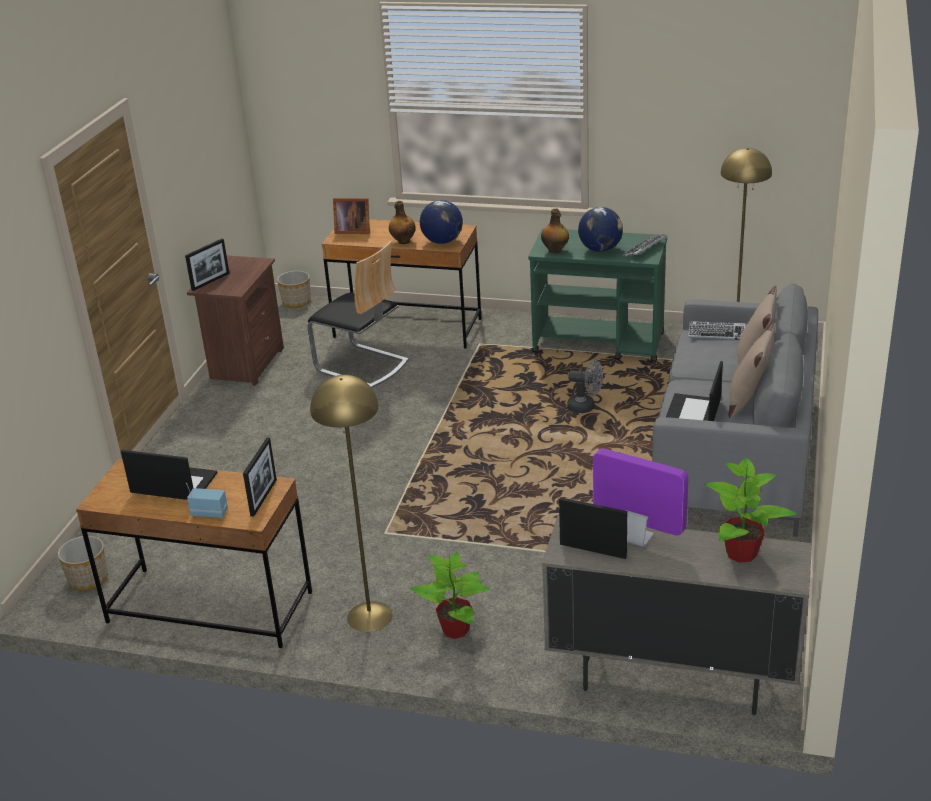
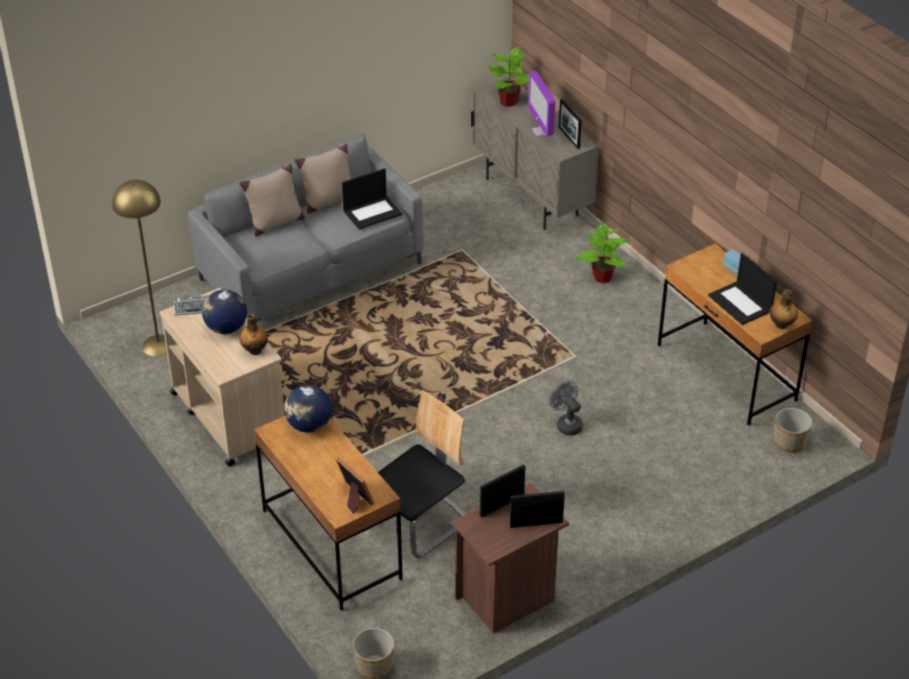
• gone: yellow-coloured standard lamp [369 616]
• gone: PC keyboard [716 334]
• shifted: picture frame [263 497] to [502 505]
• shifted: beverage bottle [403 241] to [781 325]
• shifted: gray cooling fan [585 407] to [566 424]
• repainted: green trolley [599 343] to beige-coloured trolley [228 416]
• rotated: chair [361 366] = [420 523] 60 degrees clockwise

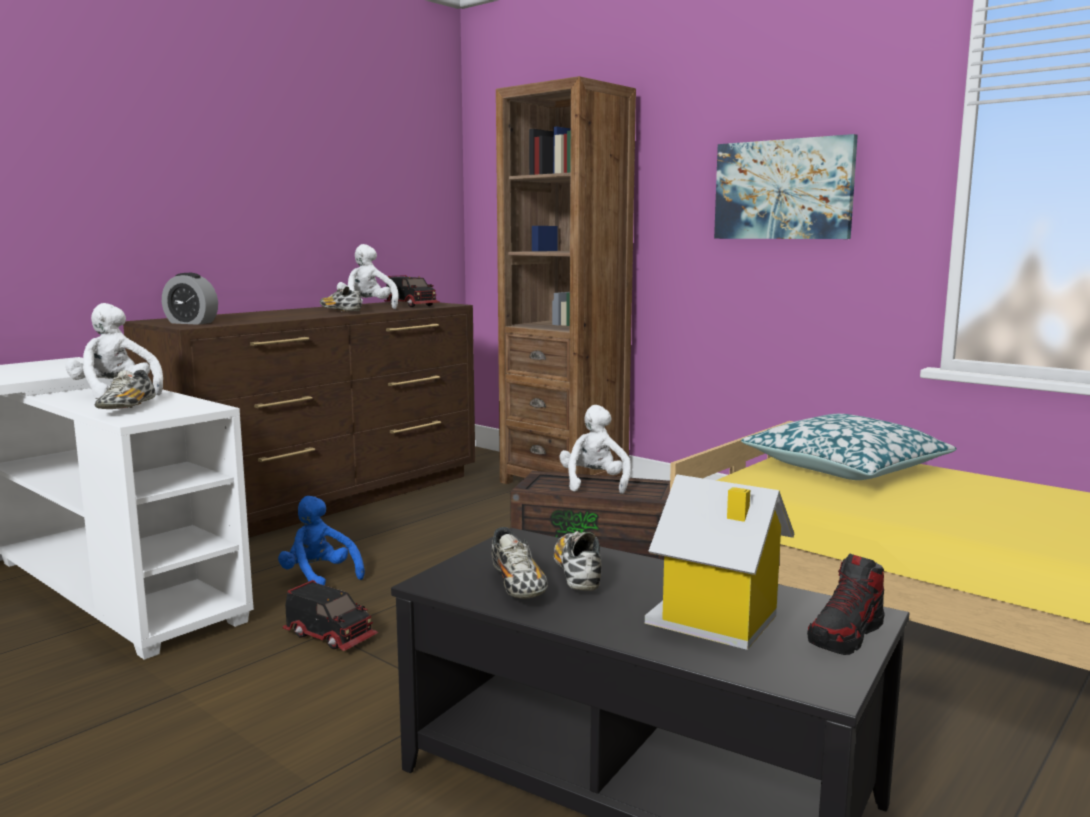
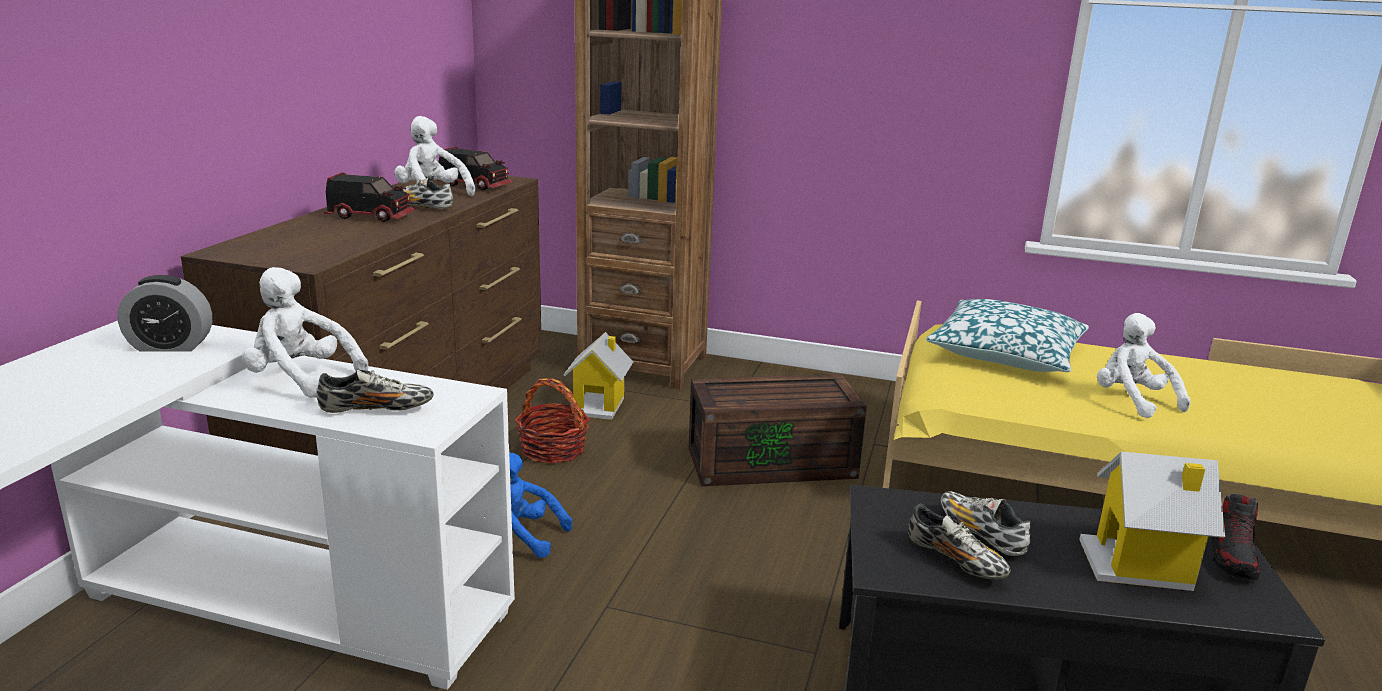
• gone: wall picture [783 190]
• new: household basket [553 449]
• new: toy house [599 405]
• shifted: bedside clock [191 323] to [170 346]
• shifted: toy truck [331 636] to [371 216]
• shifted: white plush toy [594 484] to [1132 401]
• rotated: low shoe [127 408] = [376 410] 75 degrees counterclockwise

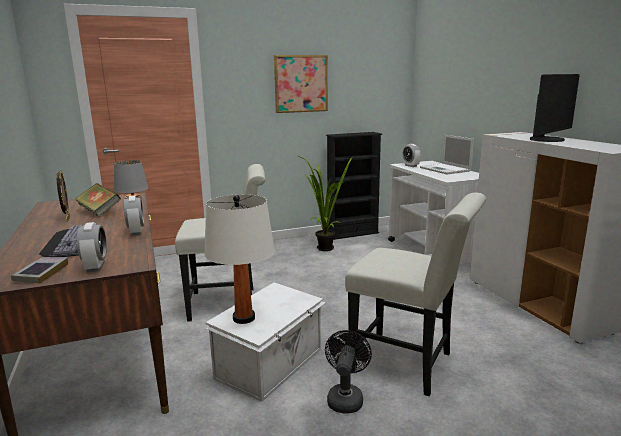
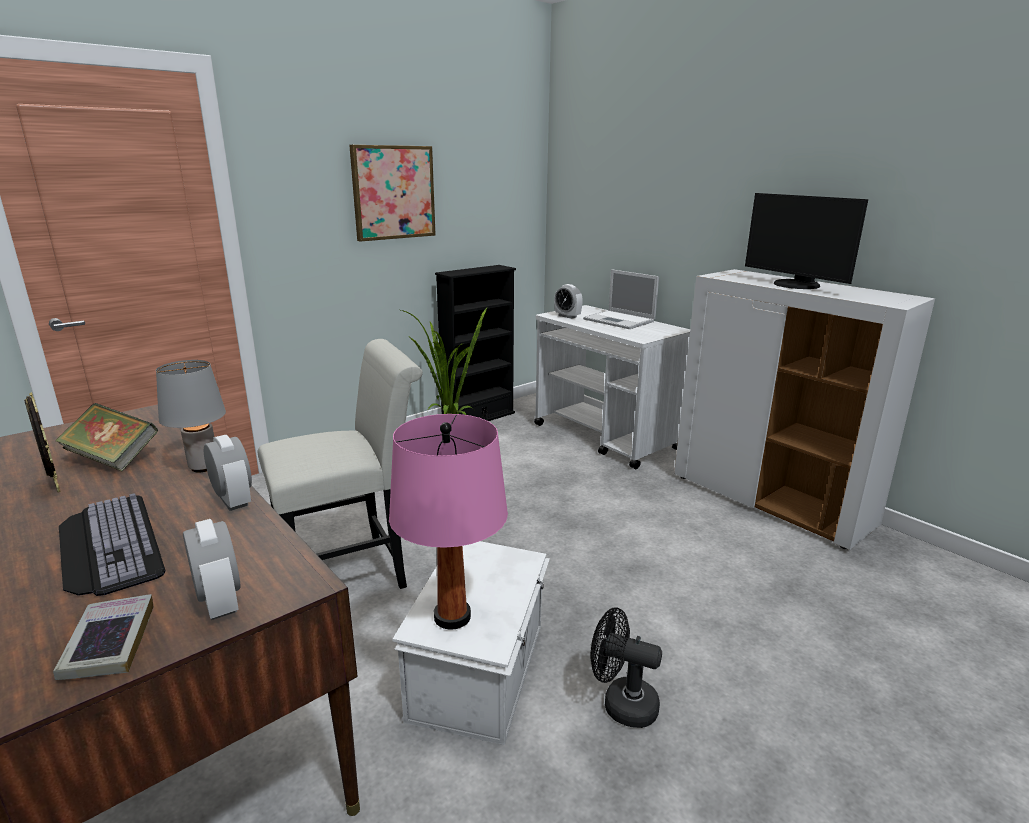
• gone: white chair [409 364]
• repainted: white table lamp [243 318] to pink table lamp [452 617]
• rotated: blackish cooling fan [345 397] = [621 703] 60 degrees counterclockwise
• rotated: computer display [548 140] = [794 285] 120 degrees clockwise

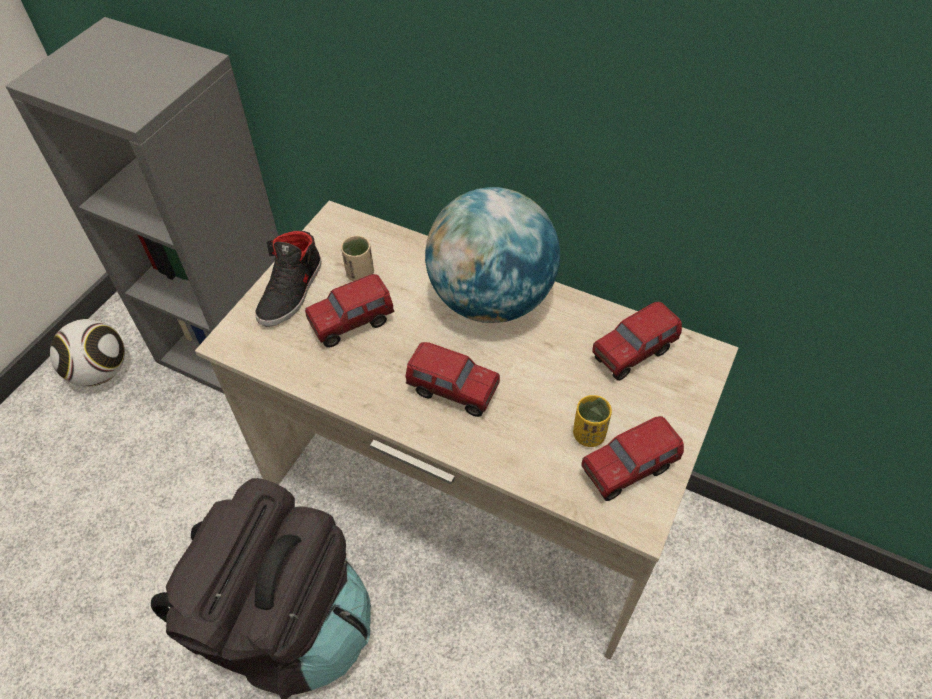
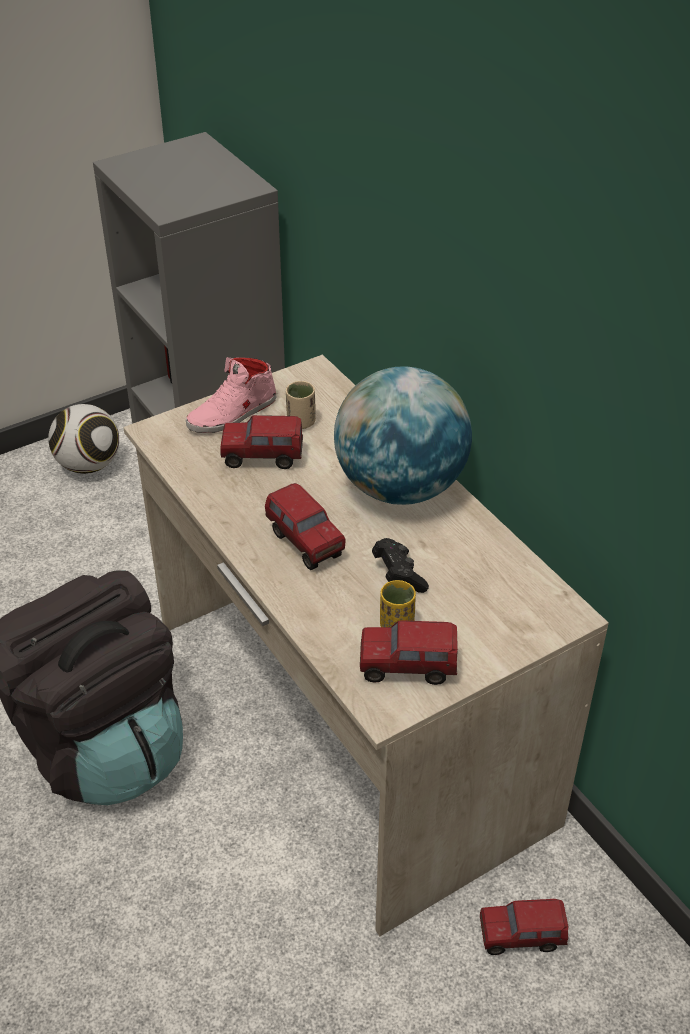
• new: blackish gamepad [398 575]
• shifted: toy truck [633 355] to [521 938]
• repainted: blackish low shoe [292 291] to pink low shoe [233 413]

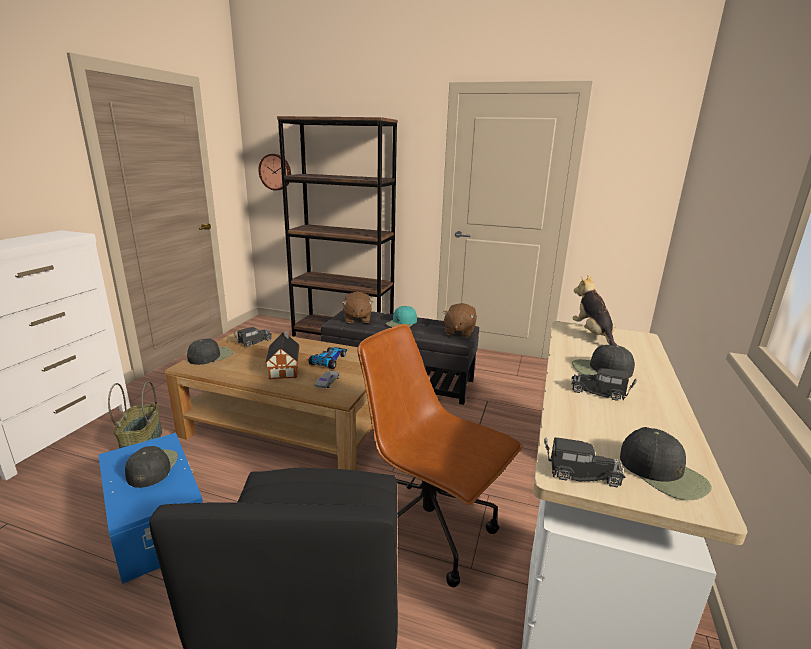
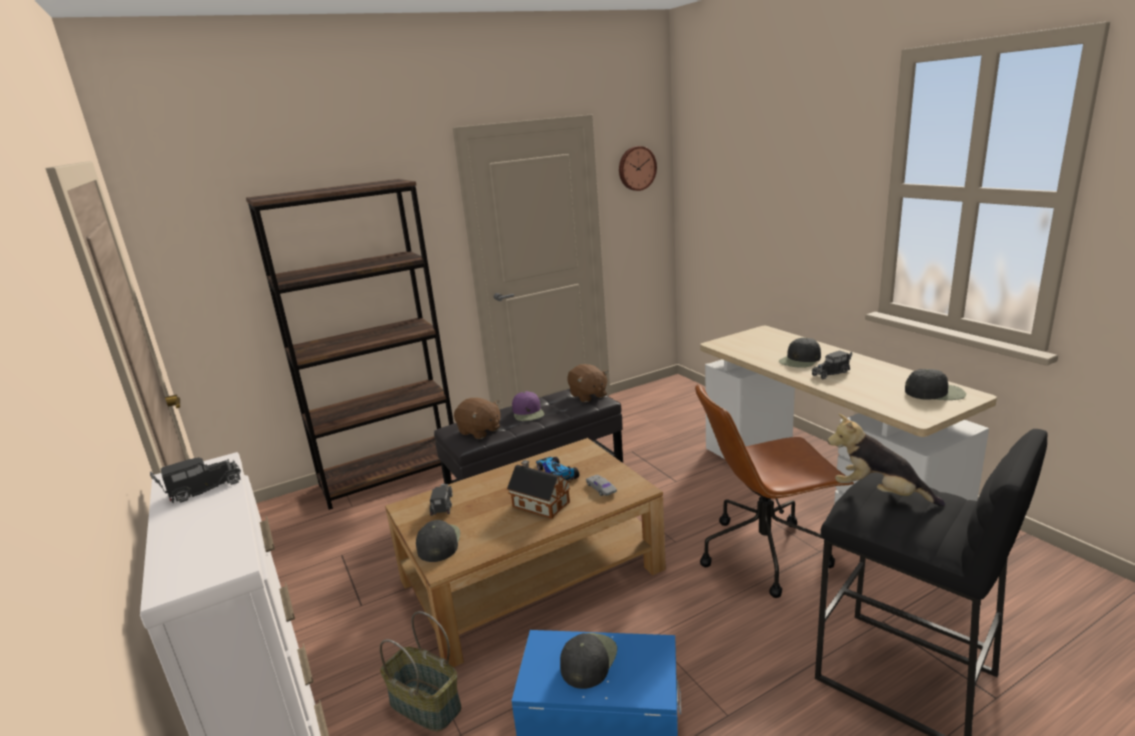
• shifted: wall clock [275 172] to [636 168]
• shifted: toy truck [580 474] to [201 489]
• shifted: plush toy [593 335] to [879 494]
• repainted: turquoise-coloured cap [402 323] to purplish cap [528 412]
• rotated: blackish cap [152 468] = [588 660] 75 degrees clockwise

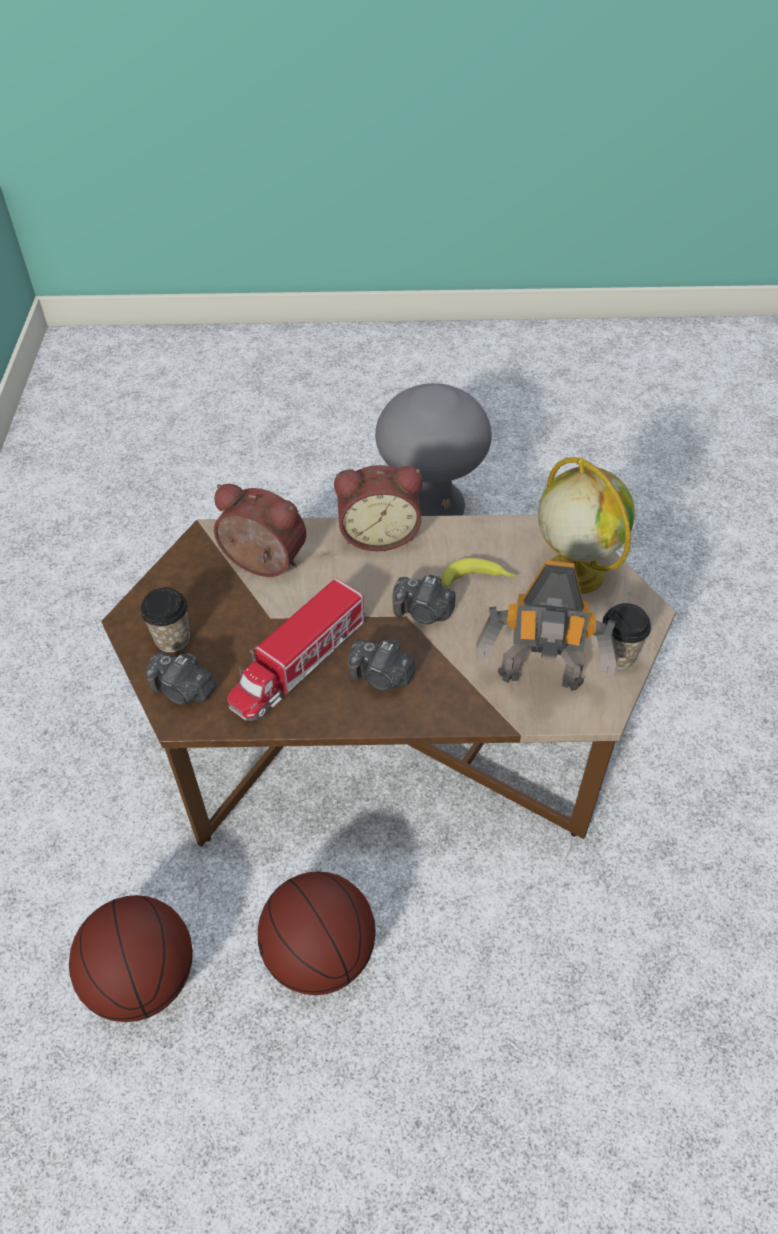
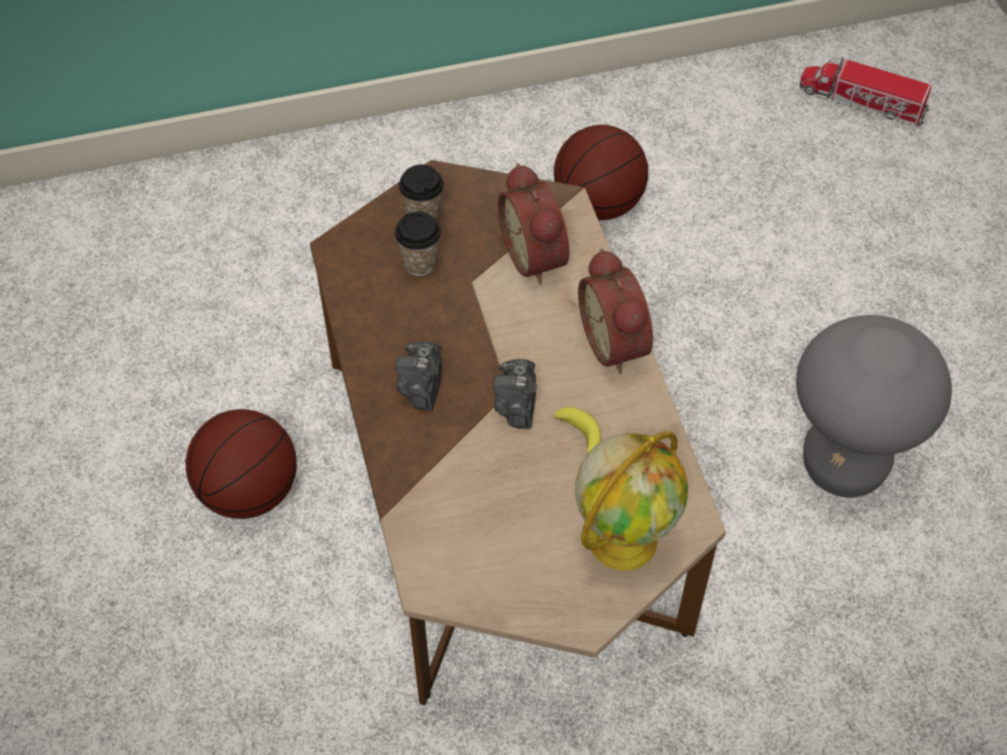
• gone: still camera [183 691]
• gone: toy robot [540 681]
• shifted: basketball ball [143 978] to [598 204]
• shifted: toy truck [299 663] to [862 102]
• shifted: cup [617 655] to [420 263]
• rotated: bedside clock [262 565] = [537 256] 150 degrees clockwise

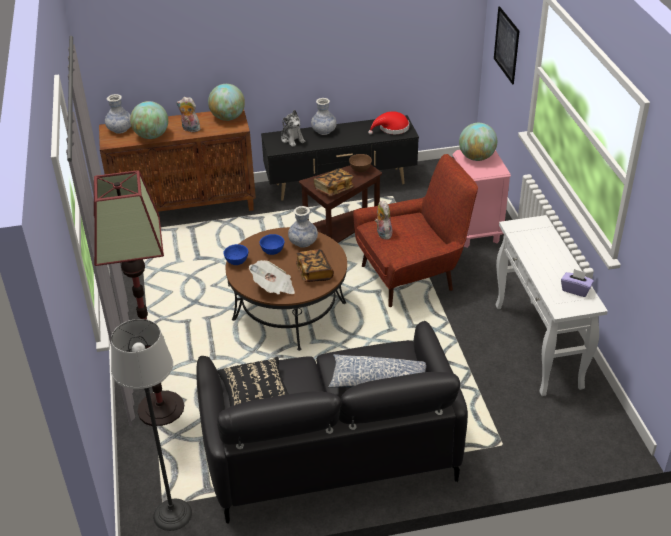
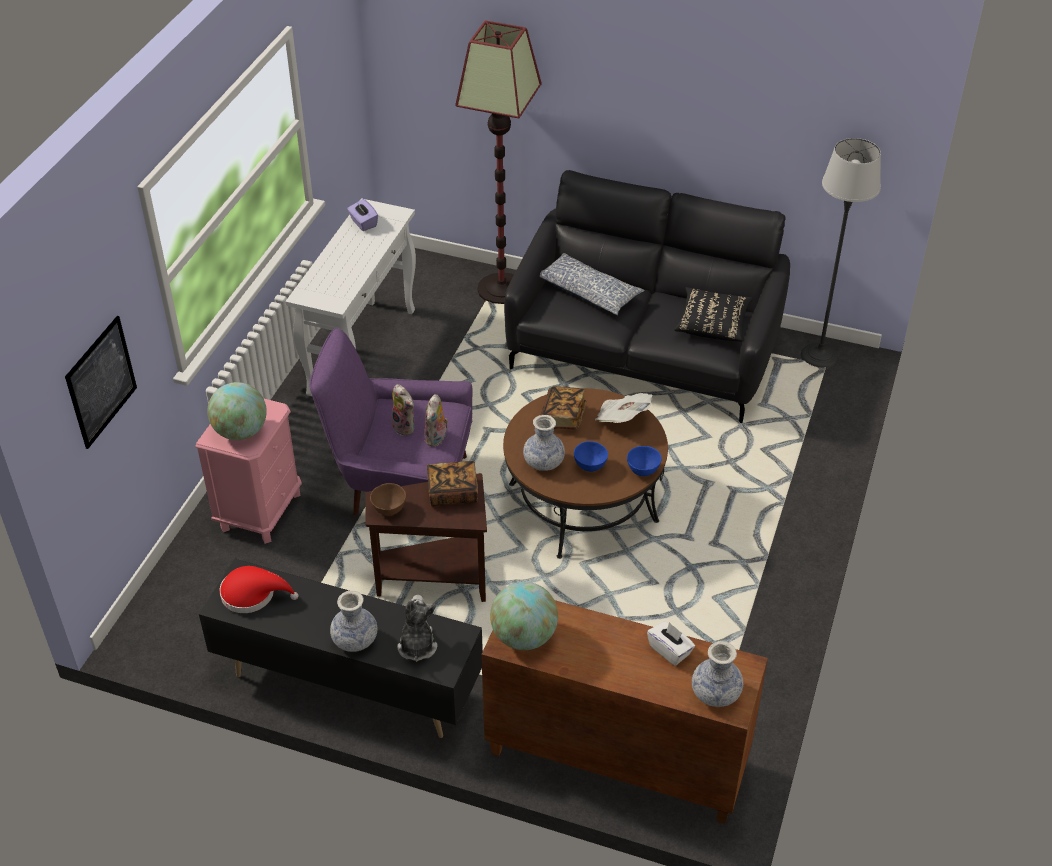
• shifted: standard lamp [160 409] to [502 289]
• shifted: plush toy [190 129] to [405 427]
• swapped: desk globe [151 136] to white box of tissues [670 650]
• repainted: red-coloured lounge chair [412 276] to purplish lounge chair [401 483]

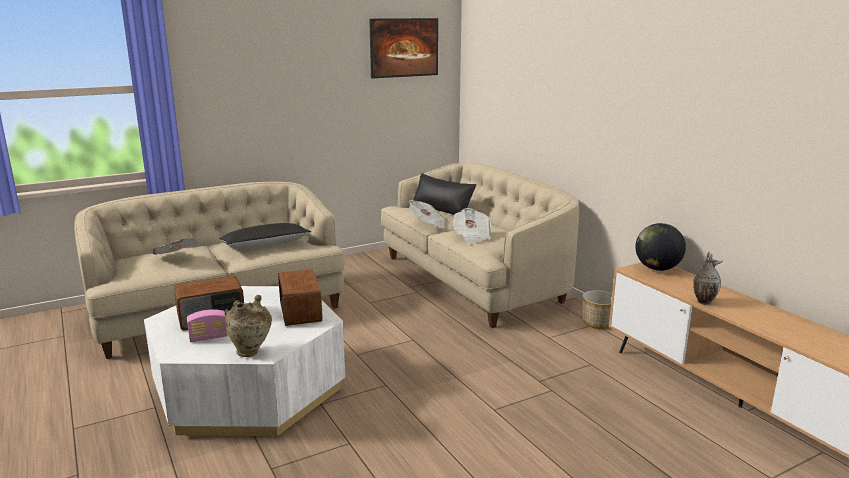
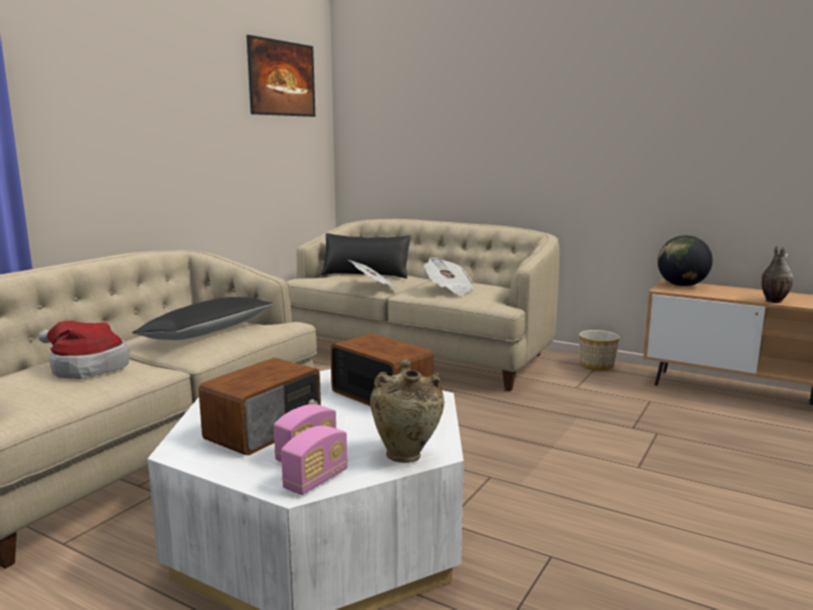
• new: radio [316 480]
• swapped: printed paper [175 258] to wearable hat [85 368]

